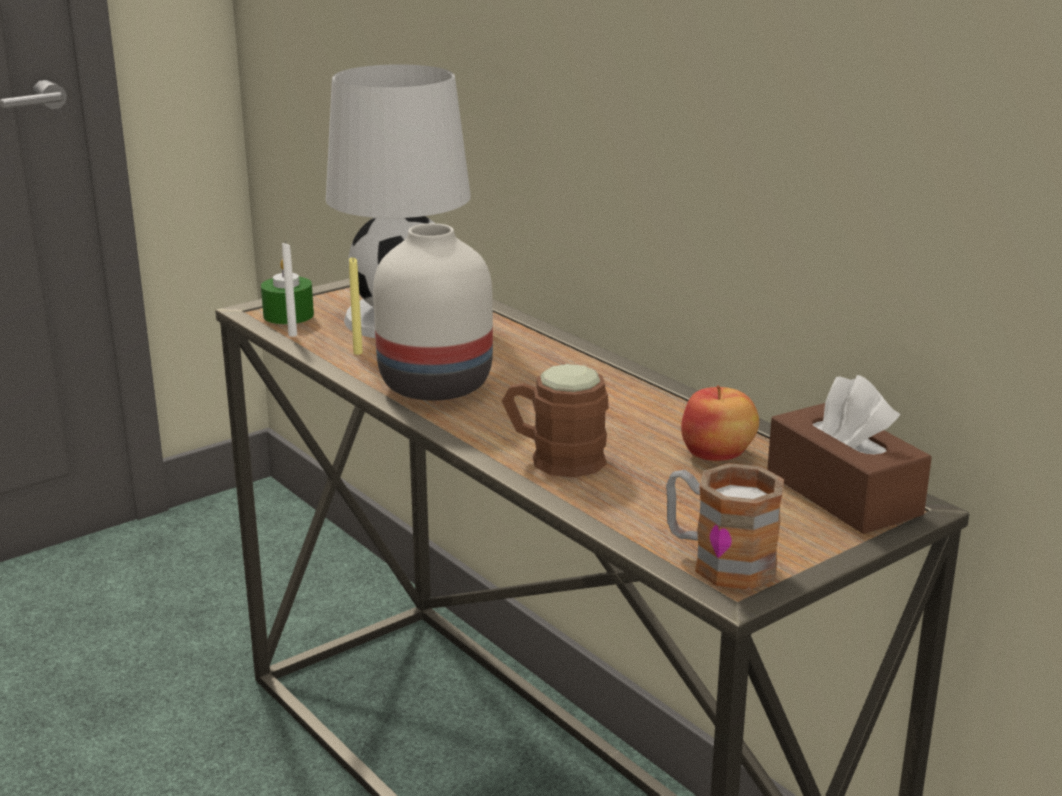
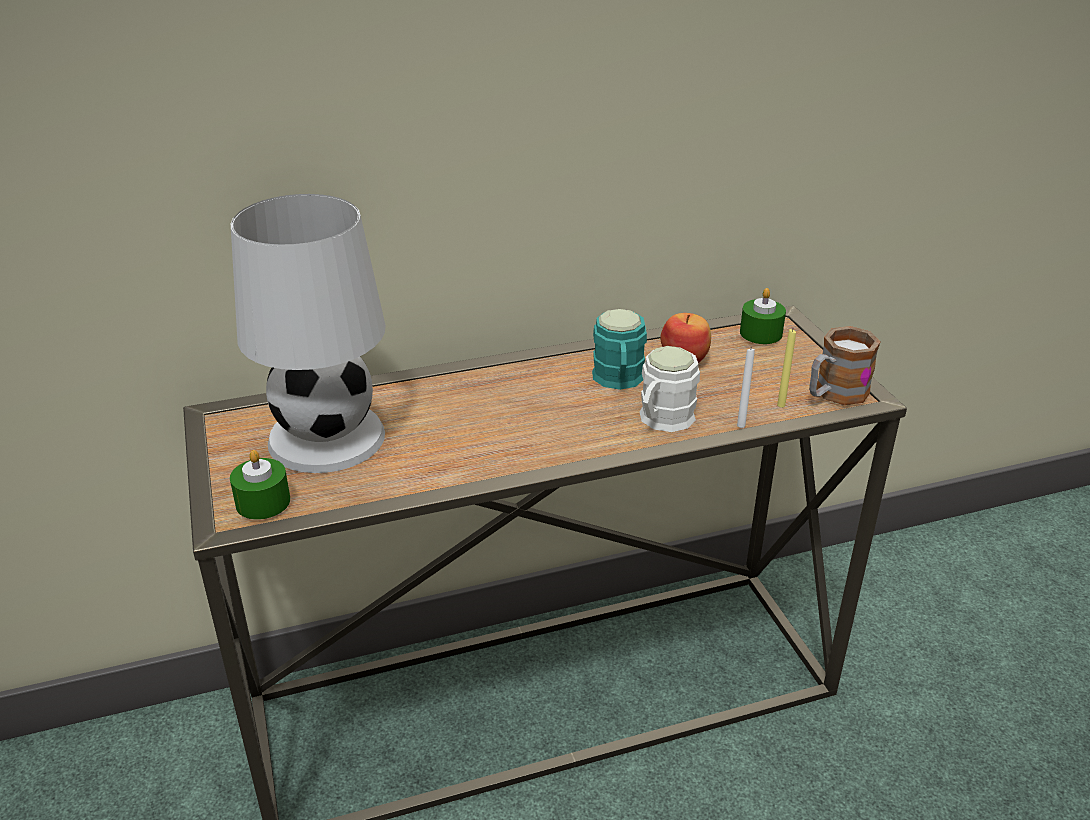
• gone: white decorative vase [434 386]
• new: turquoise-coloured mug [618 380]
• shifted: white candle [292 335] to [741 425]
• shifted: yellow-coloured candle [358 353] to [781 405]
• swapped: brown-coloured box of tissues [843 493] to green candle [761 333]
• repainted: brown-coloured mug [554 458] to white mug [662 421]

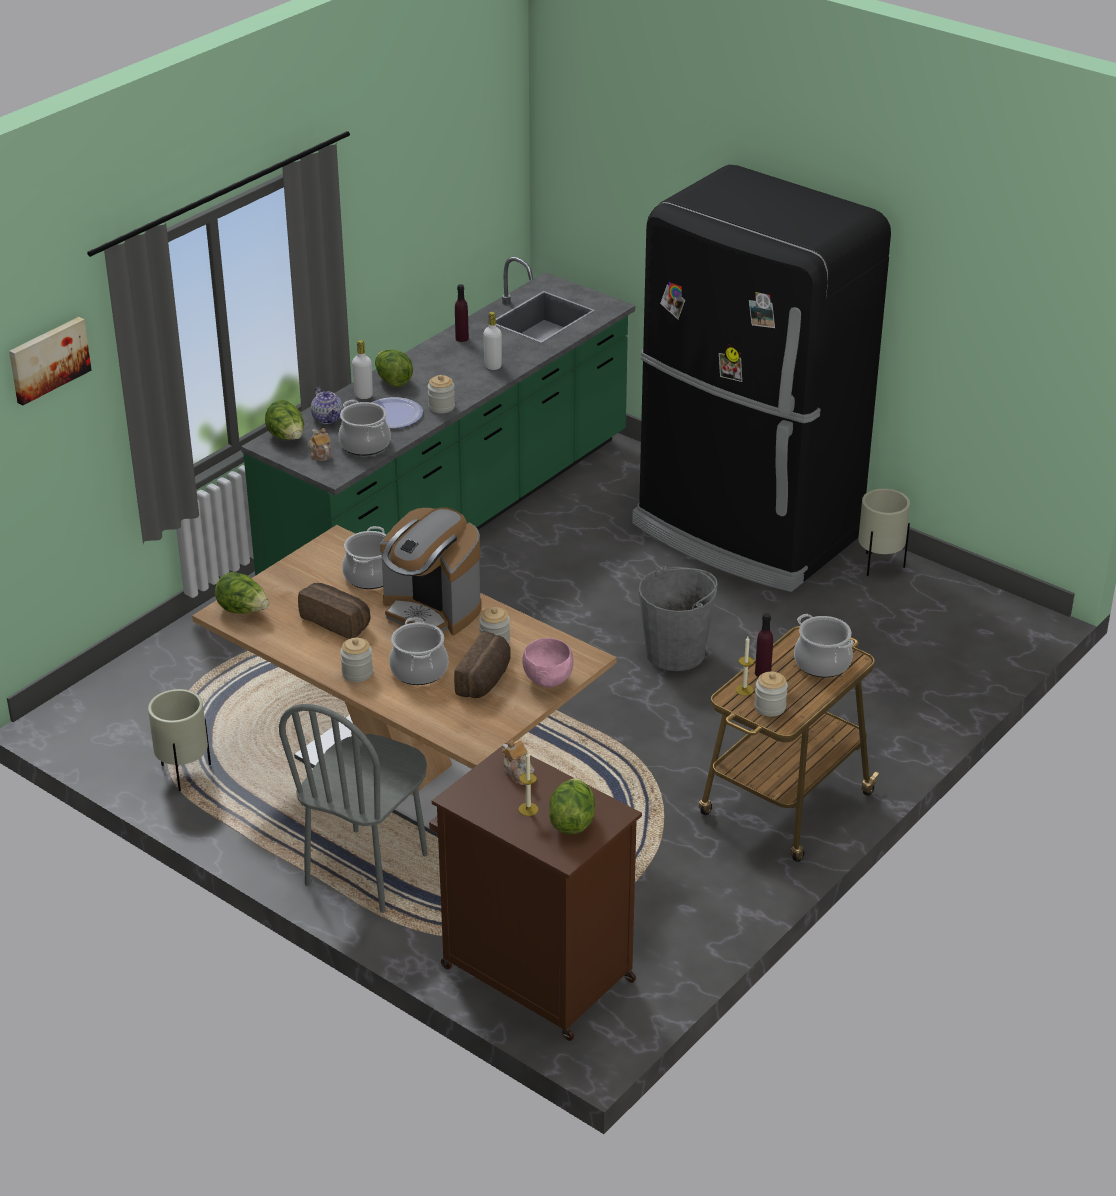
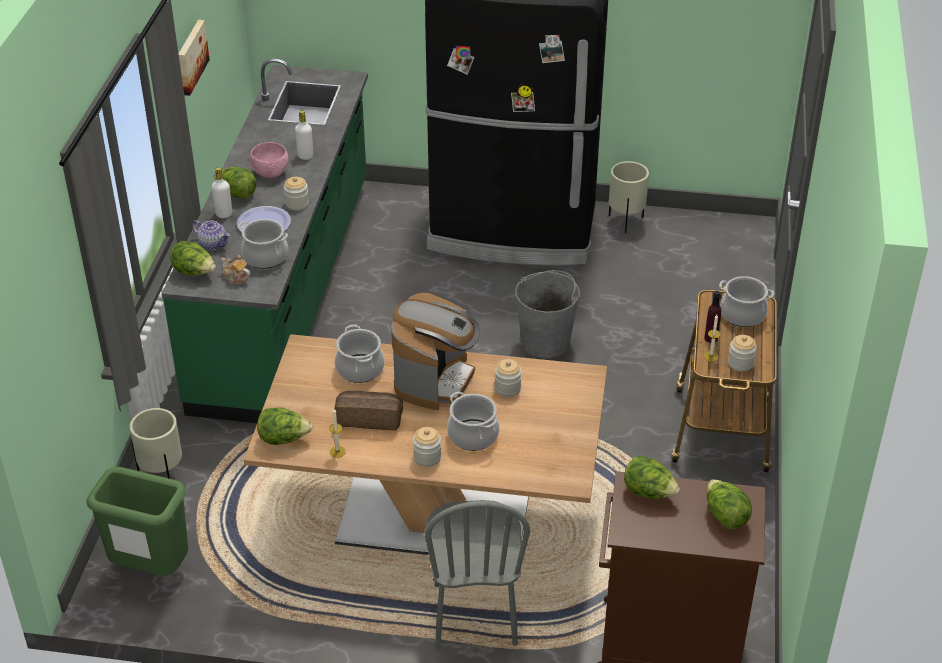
• gone: bakery bread [486 680]
• gone: purplish beverage bottle [462 338]
• new: green trash can [150 570]
• shifted: wall picture [48 359] to [190 57]
• shifted: beige-coloured plant pot [184 774] to [163 477]
• shifted: candle [528 809] to [337 451]
• shifted: pink bowl [548 680] to [270 173]
• swapped: tea pot [518 773] to lettuce head [649 492]
• rotated: coffee brewer [431 610] = [435 380] 75 degrees counterclockwise

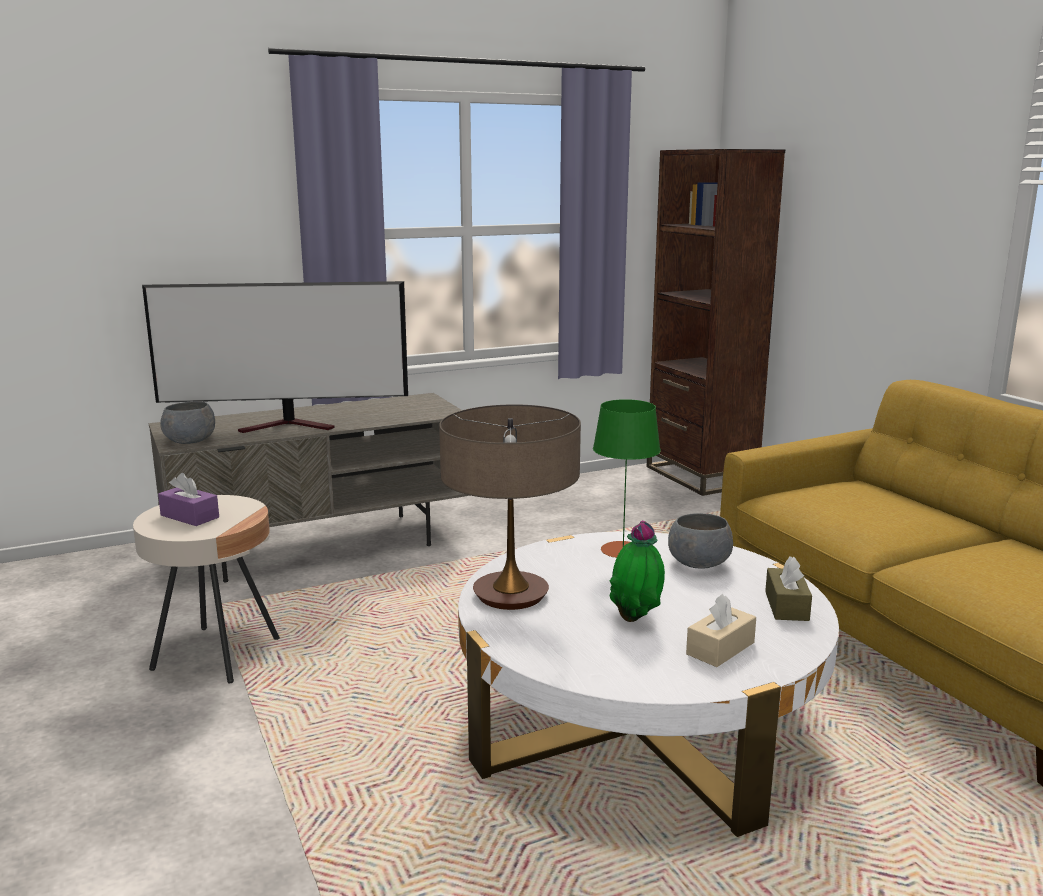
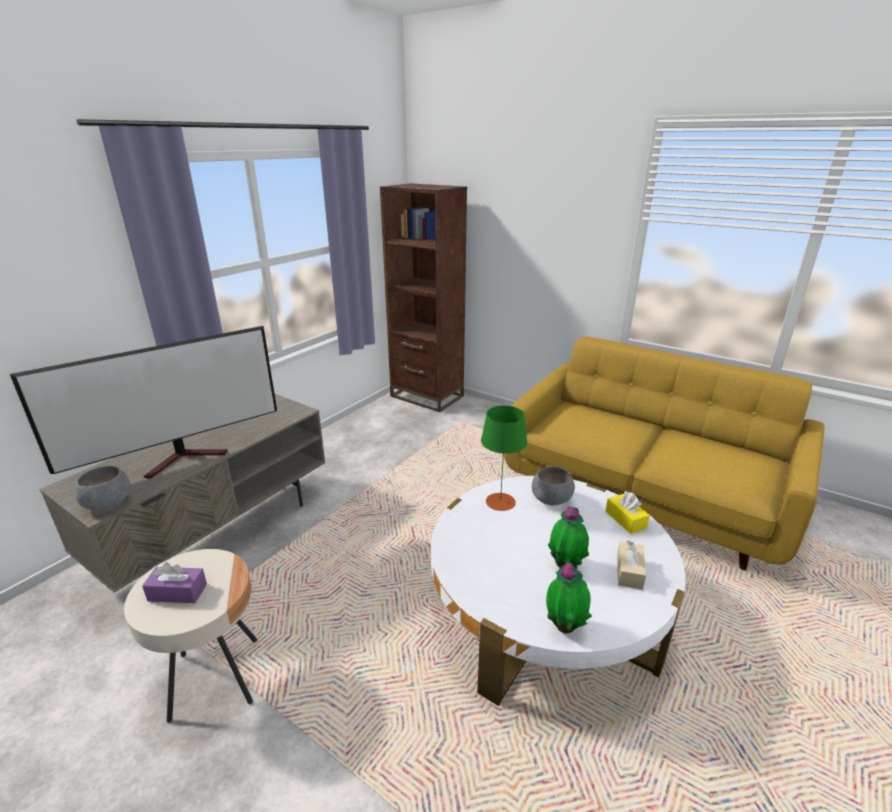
• gone: table lamp [511 595]
• new: potted plant [565 626]
• repainted: brown-coloured box of tissues [786 606] to yellow-coloured box of tissues [625 520]

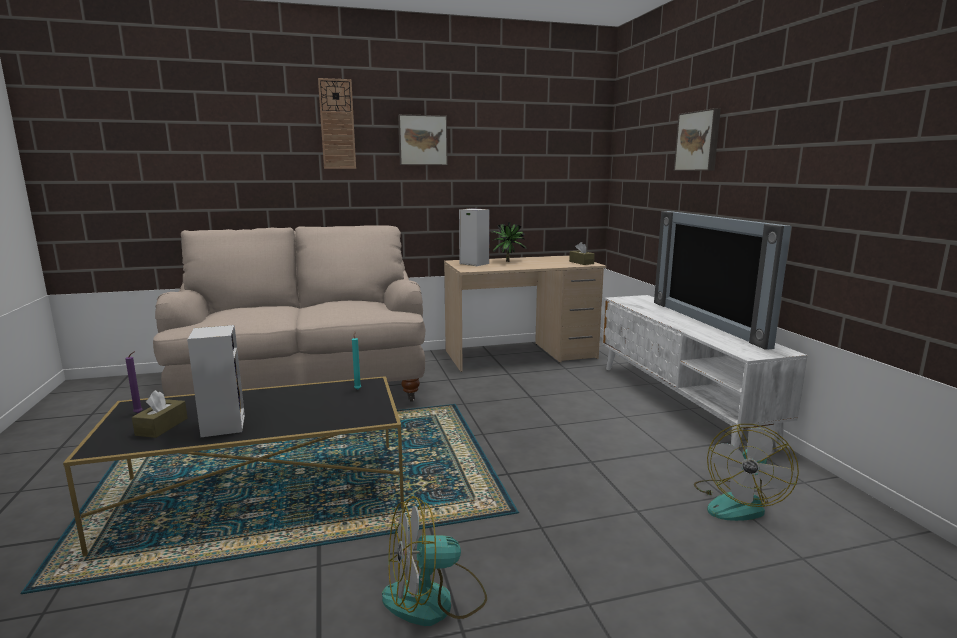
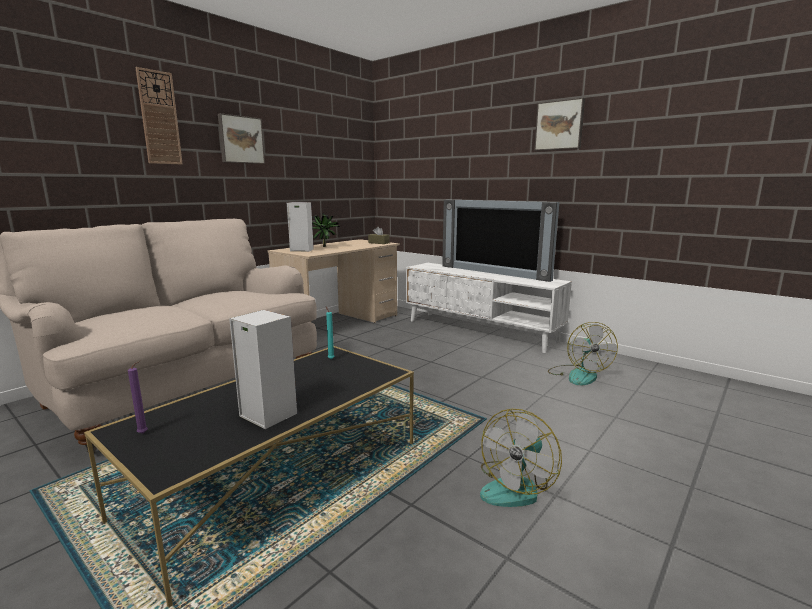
• gone: brown-coloured box of tissues [162 427]
• shifted: wall picture [698 141] to [559 125]

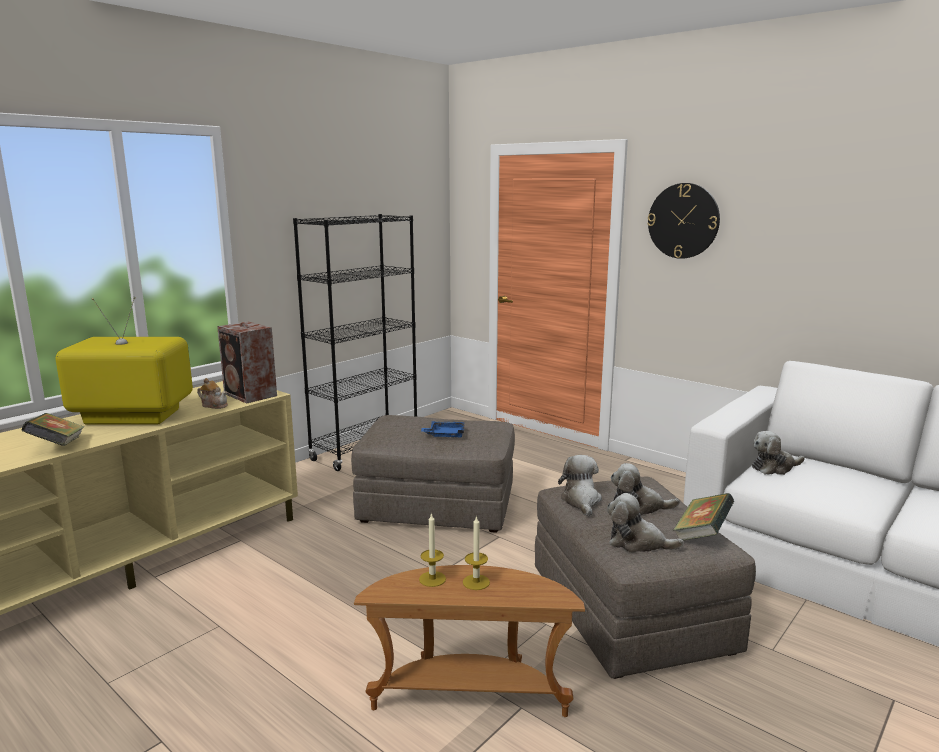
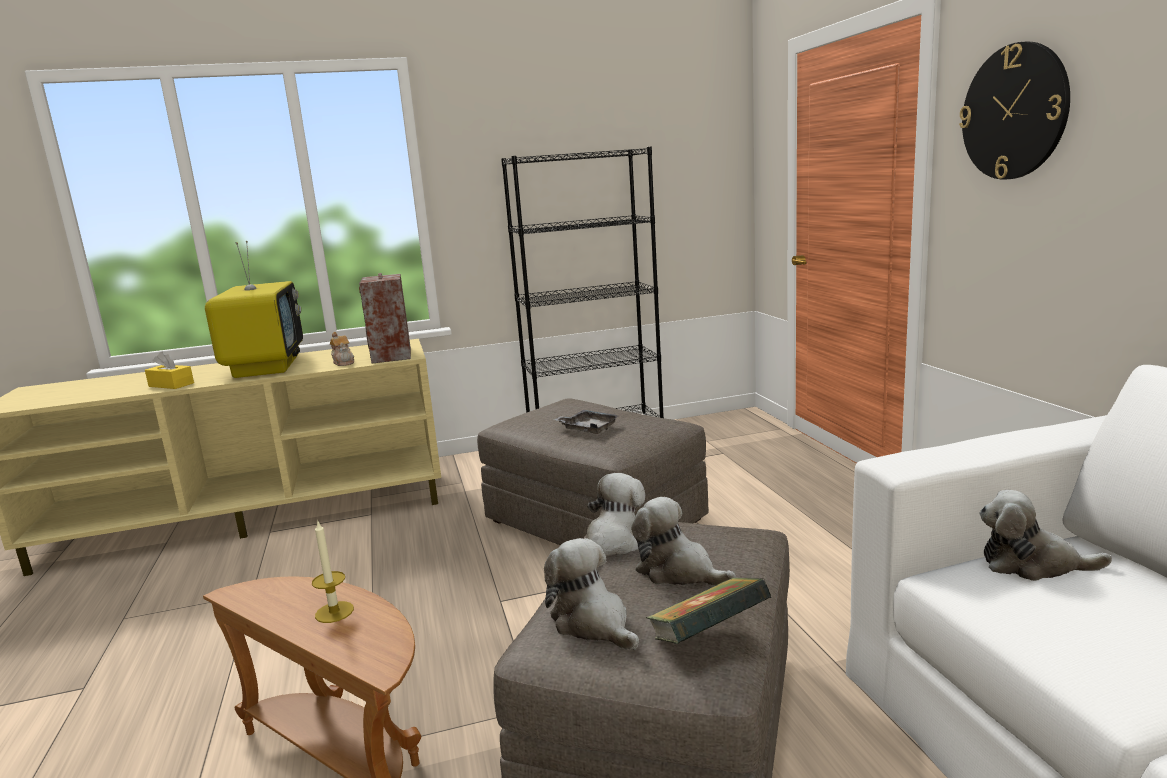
• gone: candle [432 579]
• swapped: book [57 446] to yellow-coloured box of tissues [171 385]
• repainted: blue-coloured tray [445 435] to gray tray [588 429]
• rotated: television [131 417] = [266 366] 45 degrees clockwise

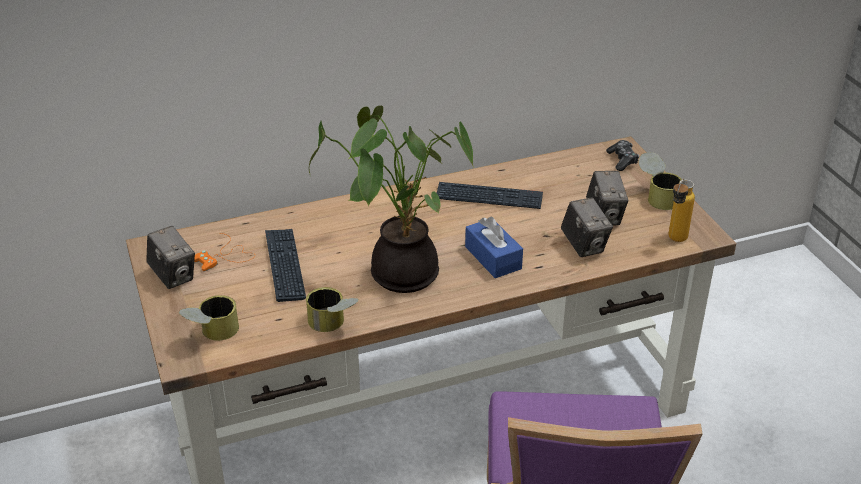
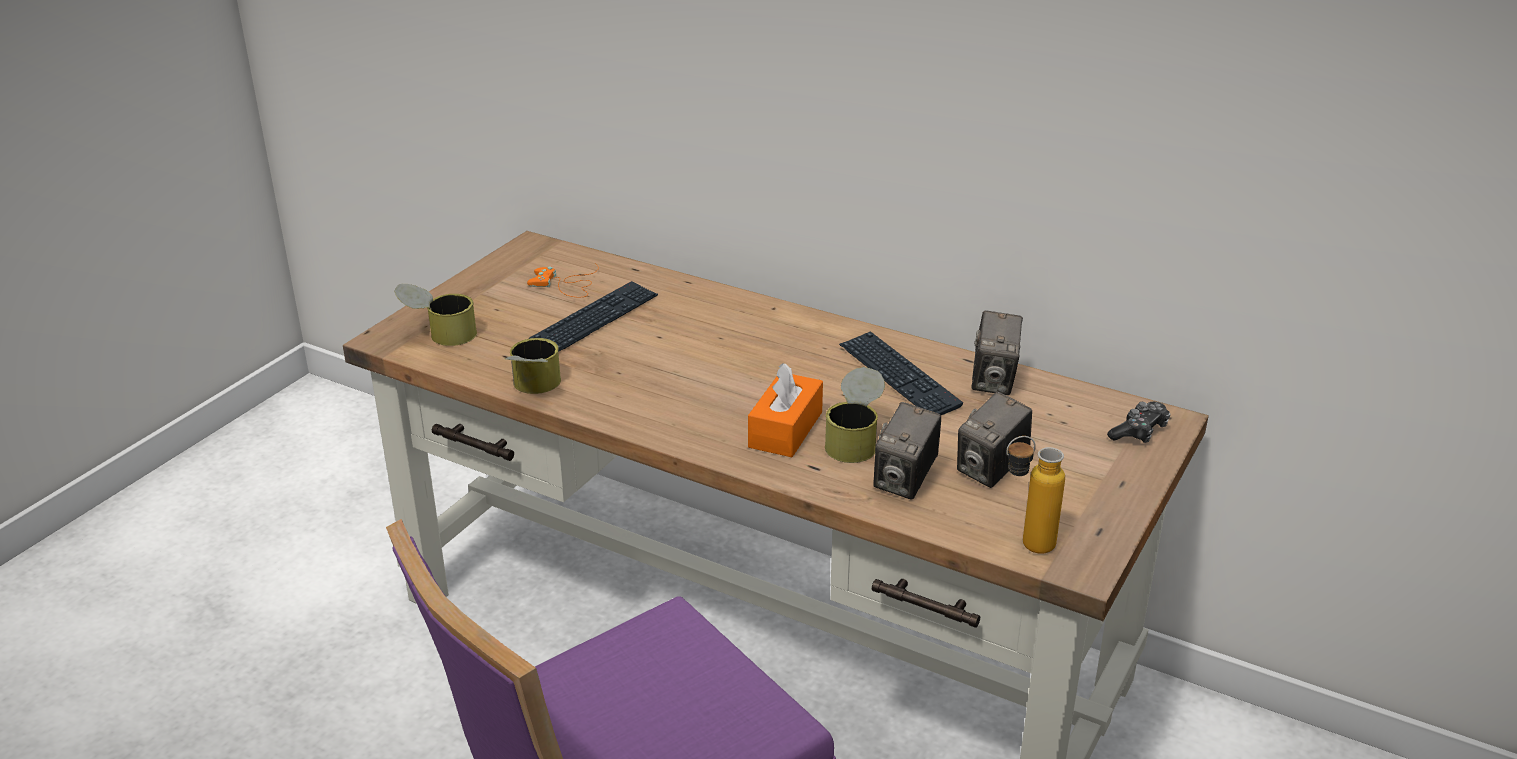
• gone: potted plant [400 271]
• shifted: still camera [173 276] to [994 381]
• shifted: can [657 196] to [855 439]
• repainted: blue-coloured box of tissues [493 258] to orange box of tissues [785 429]

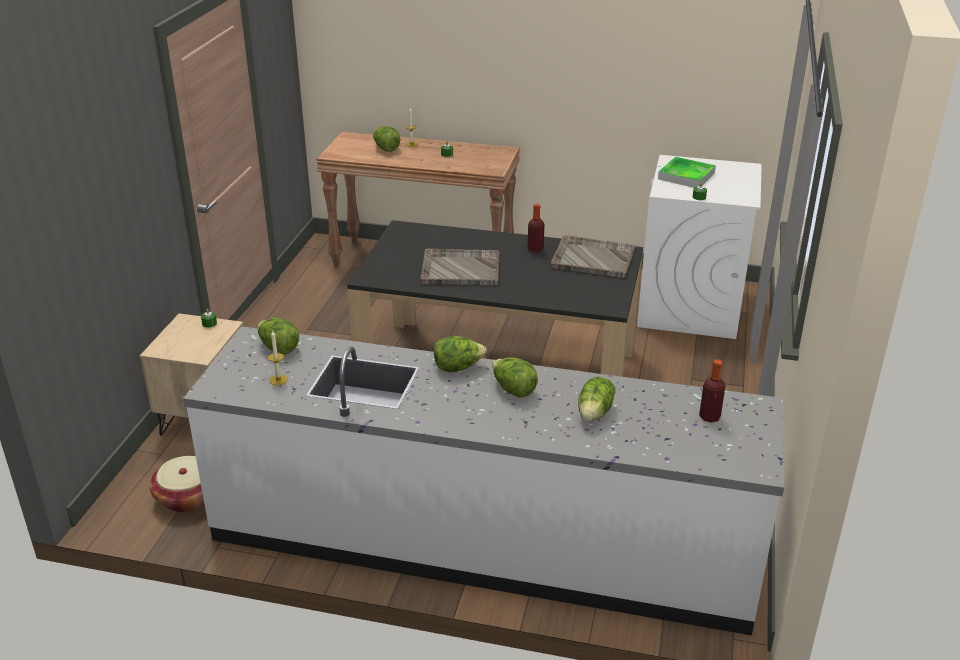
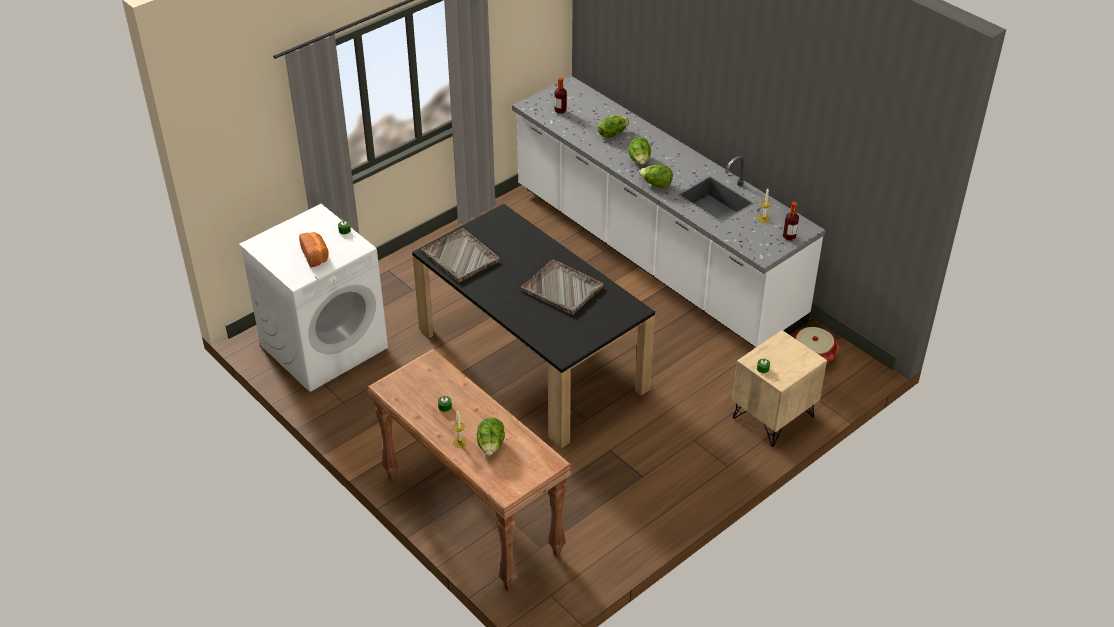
• gone: lettuce head [278 348]
• shifted: beverage bottle [535 250] to [789 237]
• swapped: tray [686 176] to bakery bread [316 256]

